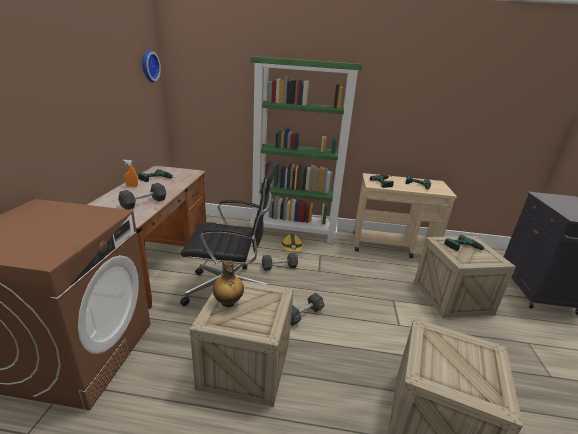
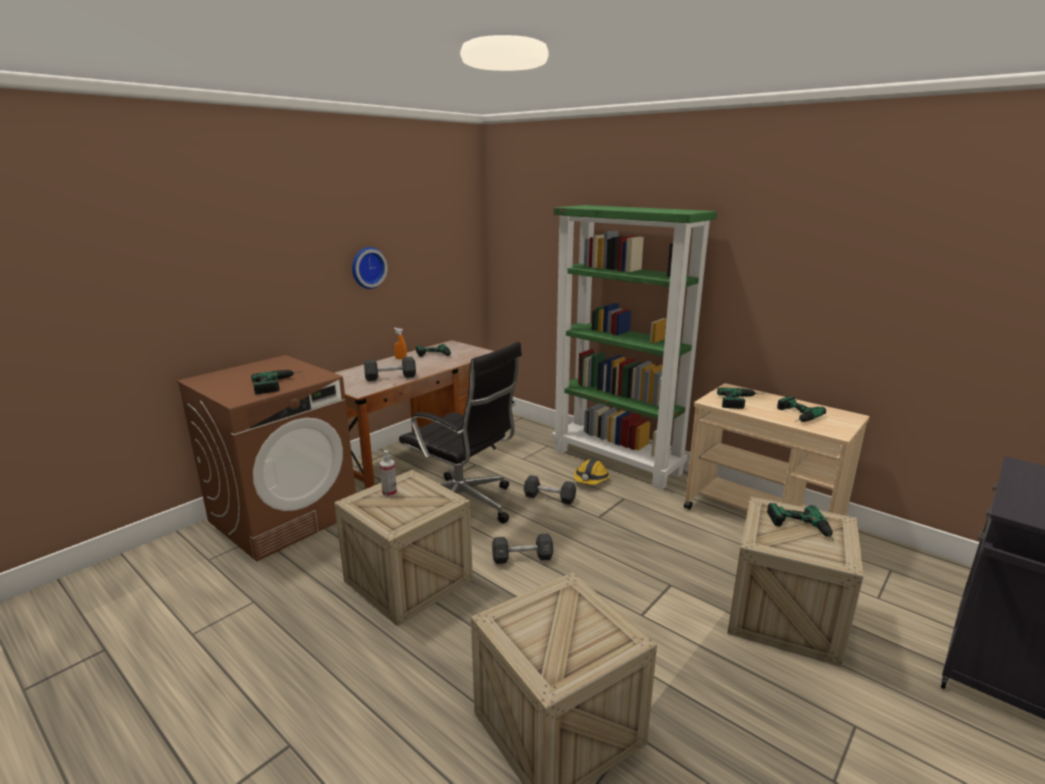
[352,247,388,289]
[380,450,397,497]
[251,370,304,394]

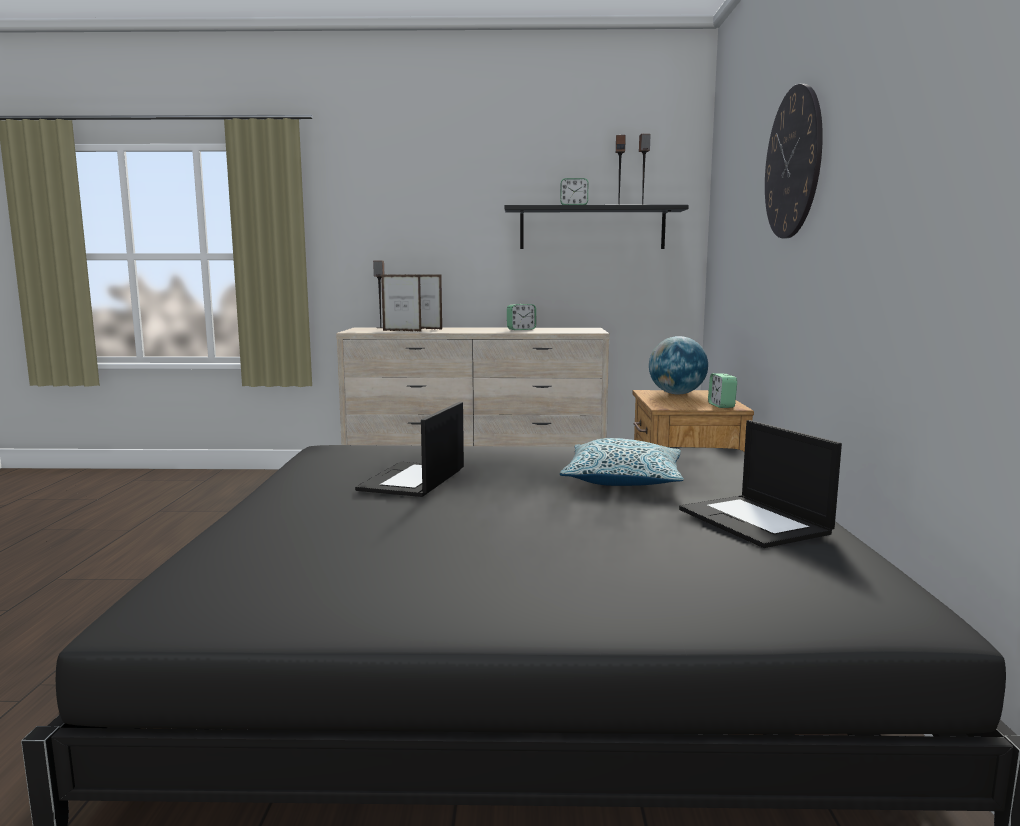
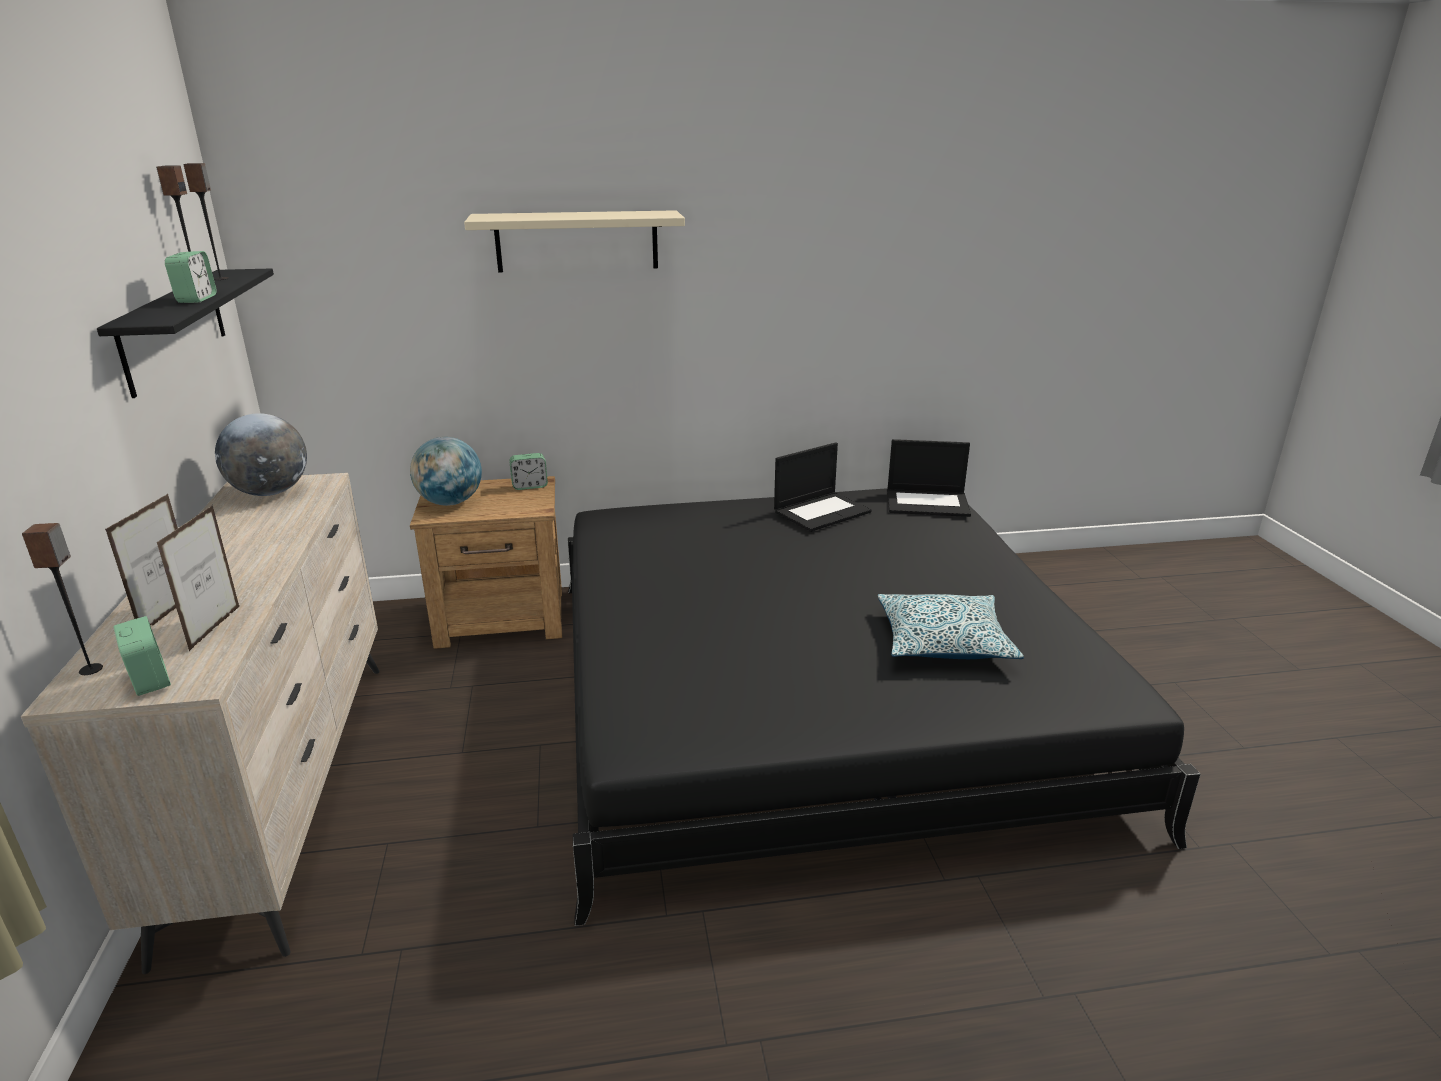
[887,439,971,517]
[113,616,171,696]
[878,594,1024,659]
[464,210,685,272]
[215,413,307,496]

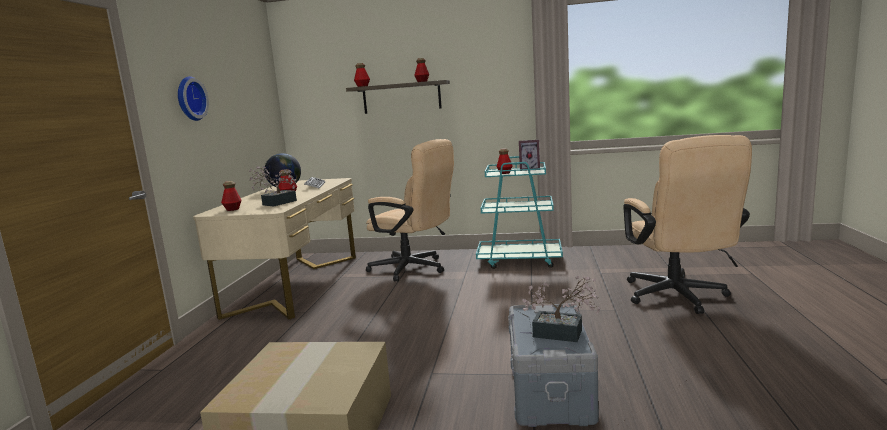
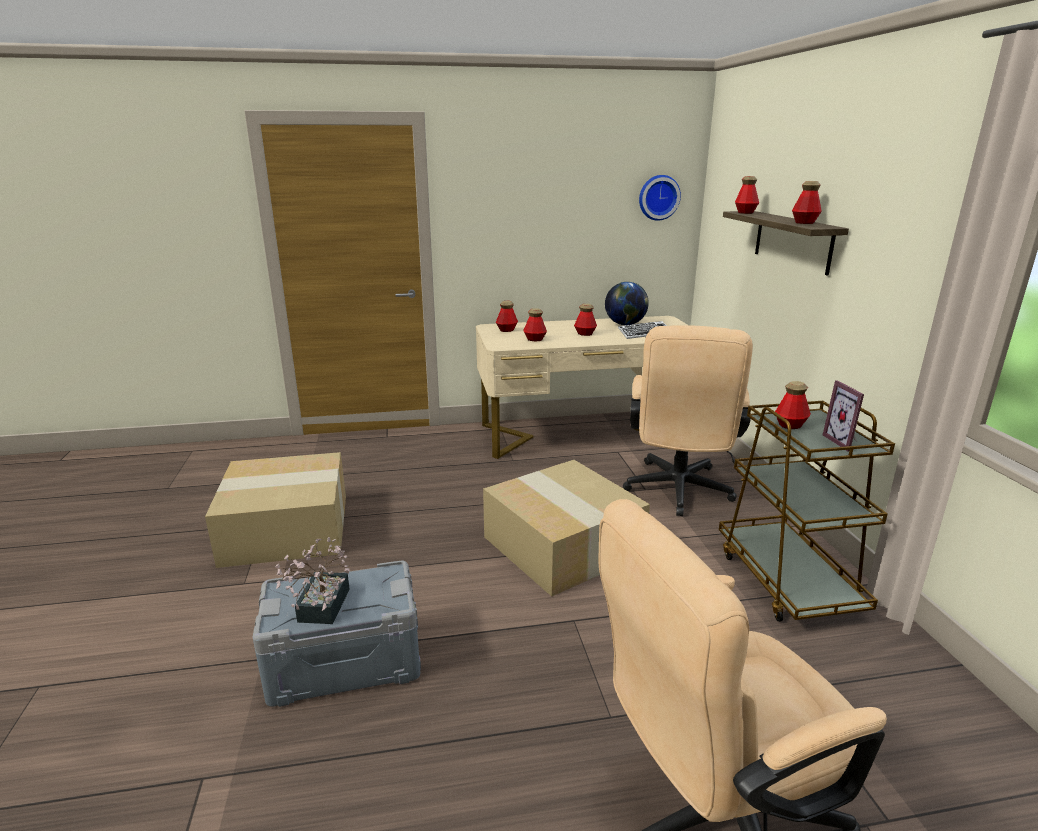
[639,175,681,221]
[524,308,547,341]
[719,401,895,622]
[483,460,650,596]

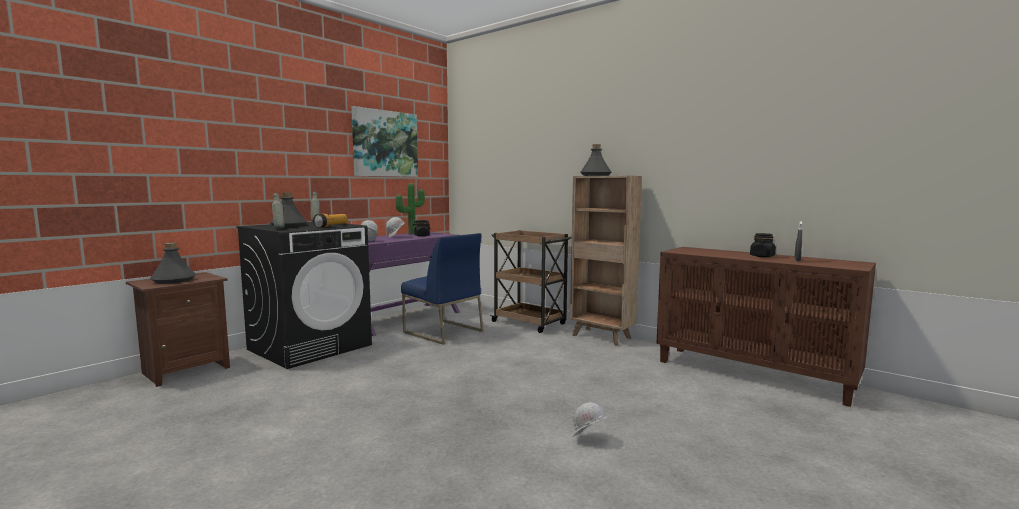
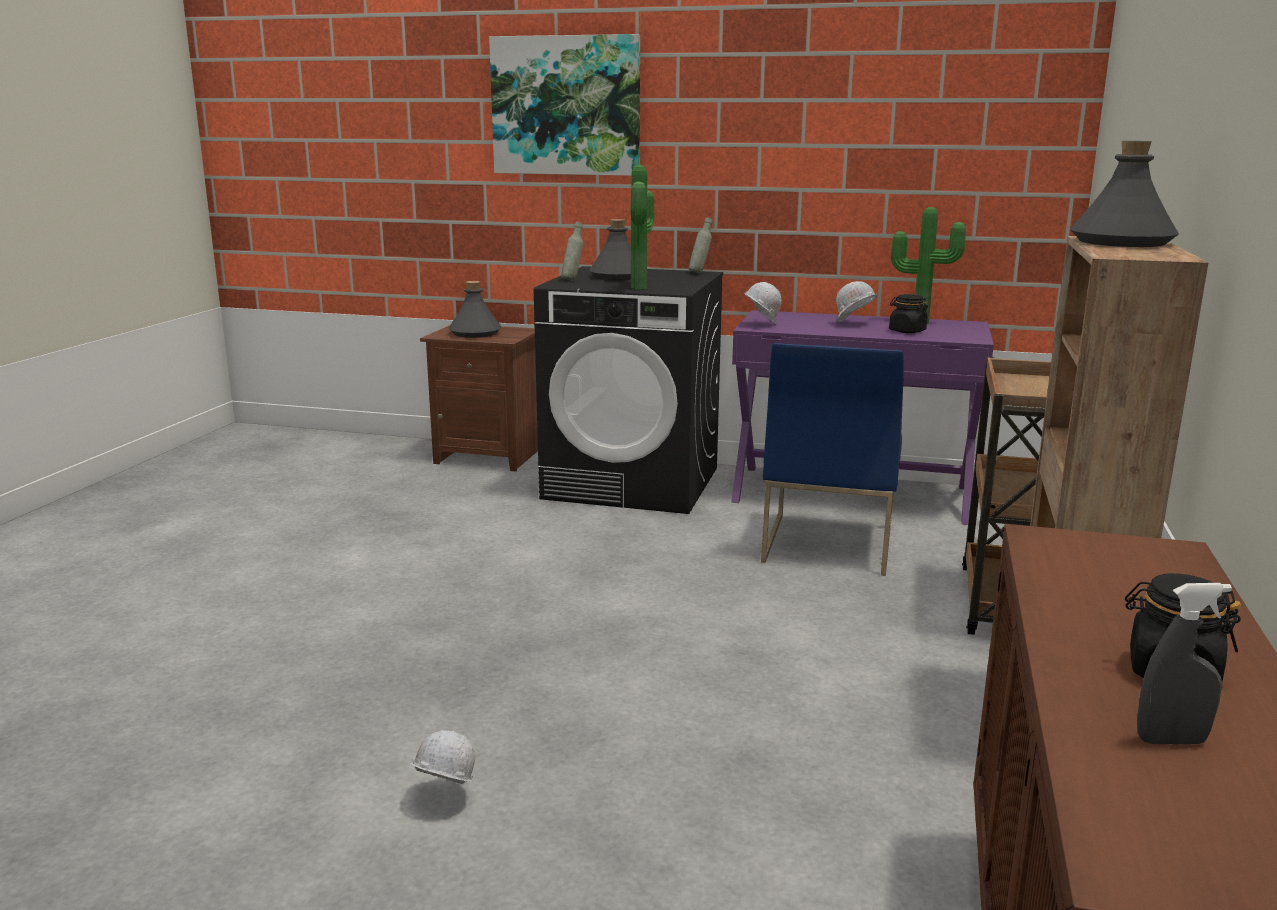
[631,165,654,289]
[489,34,640,176]

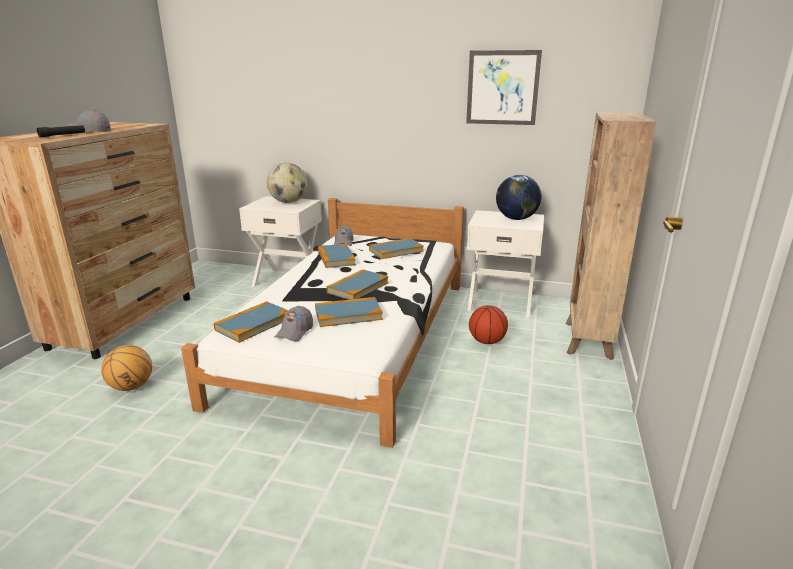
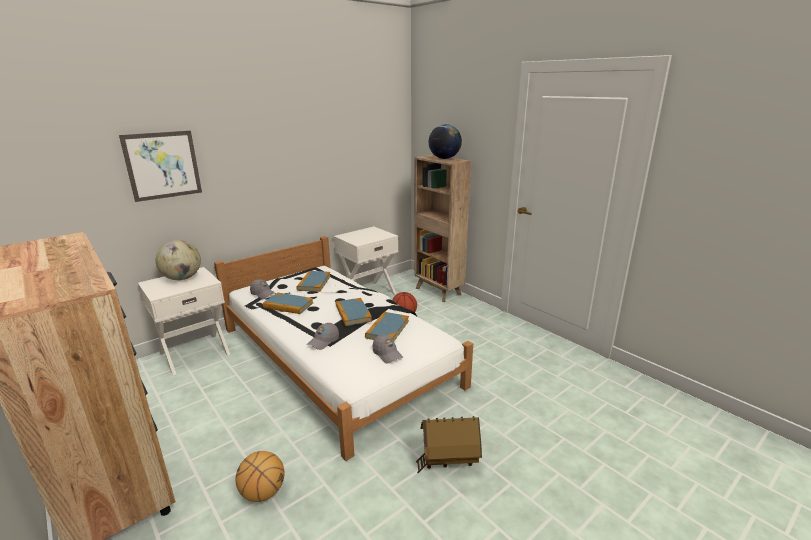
[37,125,85,137] (first image)
[307,323,339,350]
[214,301,288,343] (first image)
[119,131,202,202]
[429,124,462,159]
[416,416,482,473]

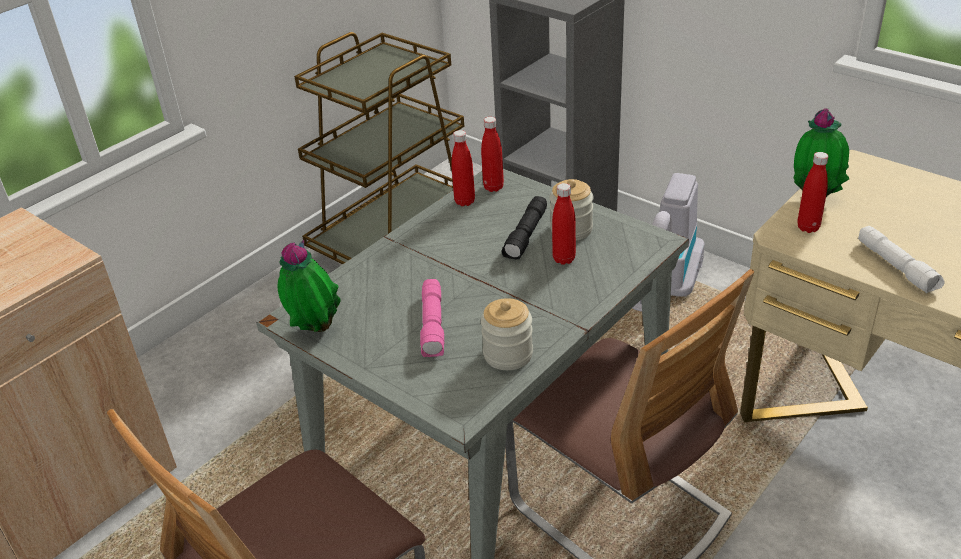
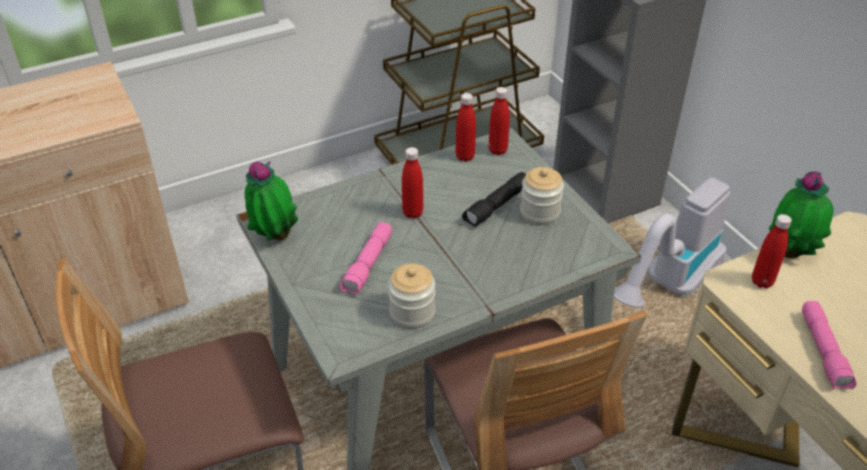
[402,147,423,219]
[802,301,857,389]

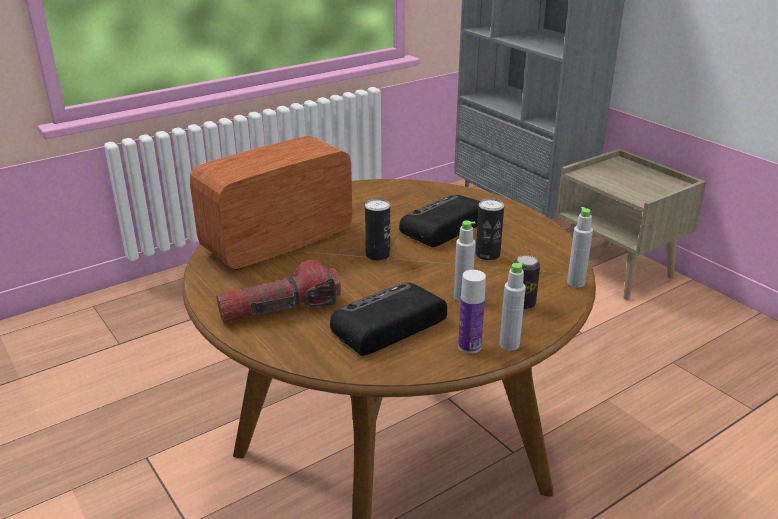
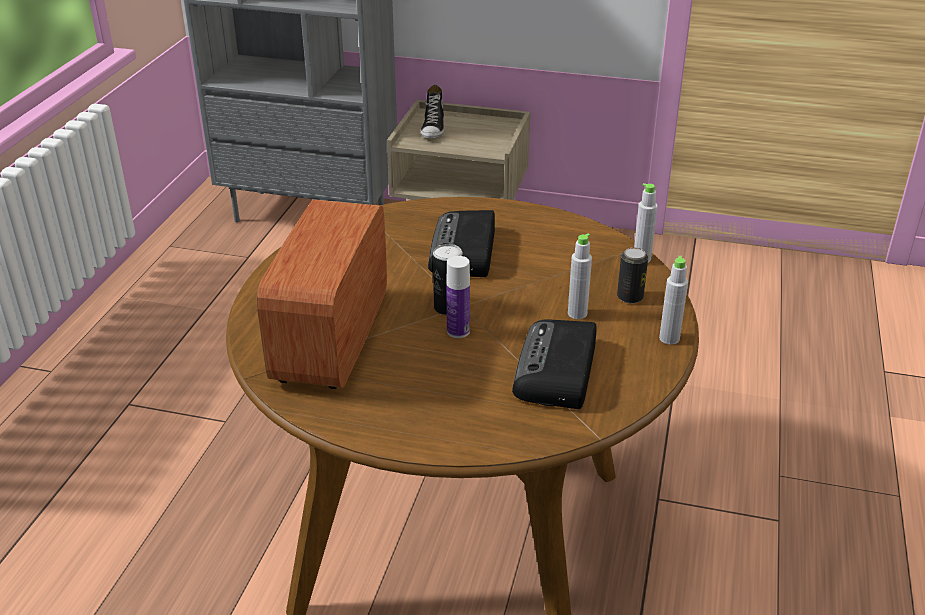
[216,260,341,322] (first image)
[446,256,470,338]
[475,198,504,260] (first image)
[421,85,444,138]

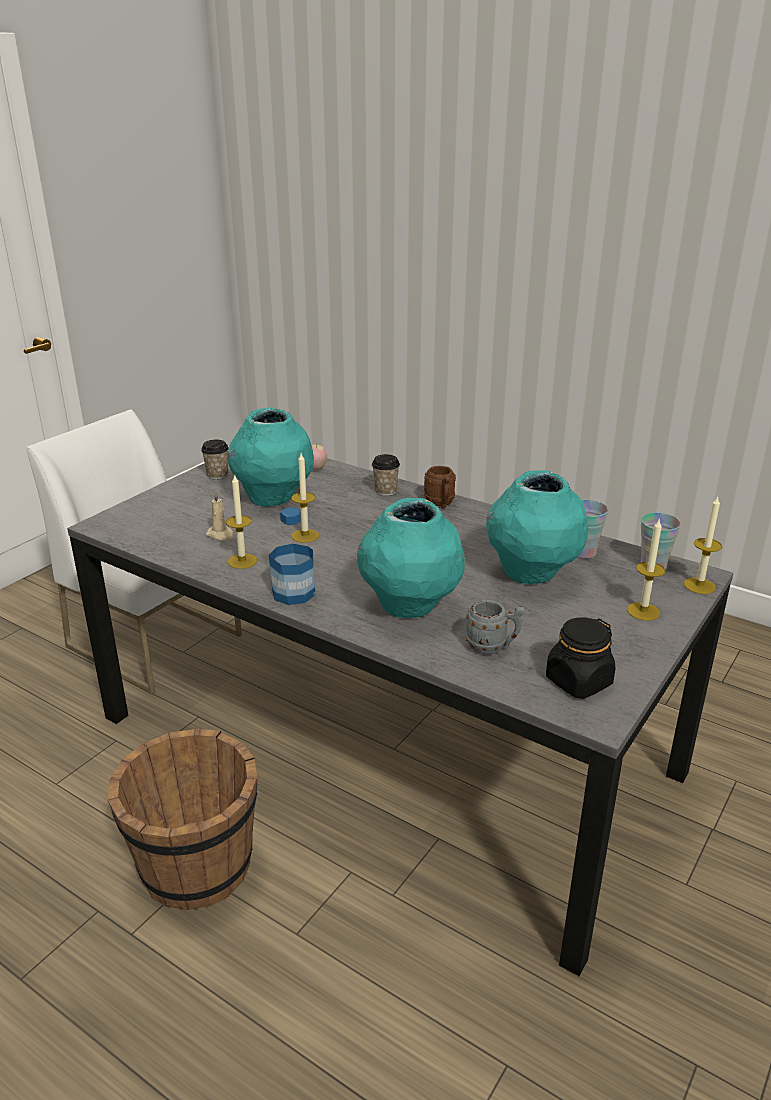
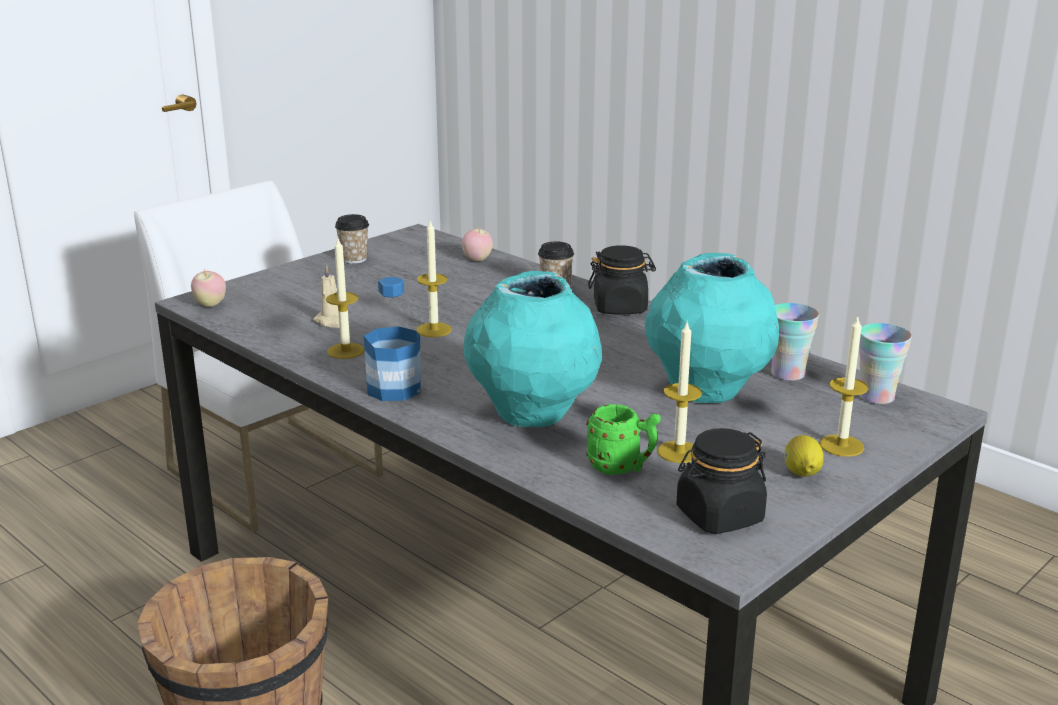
[227,407,314,507] (first image)
[588,245,656,315]
[586,404,661,475]
[657,320,702,463]
[191,271,226,307]
[784,435,824,476]

